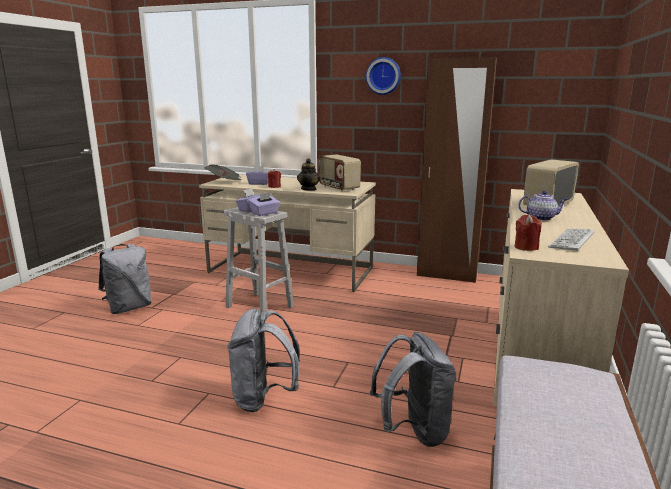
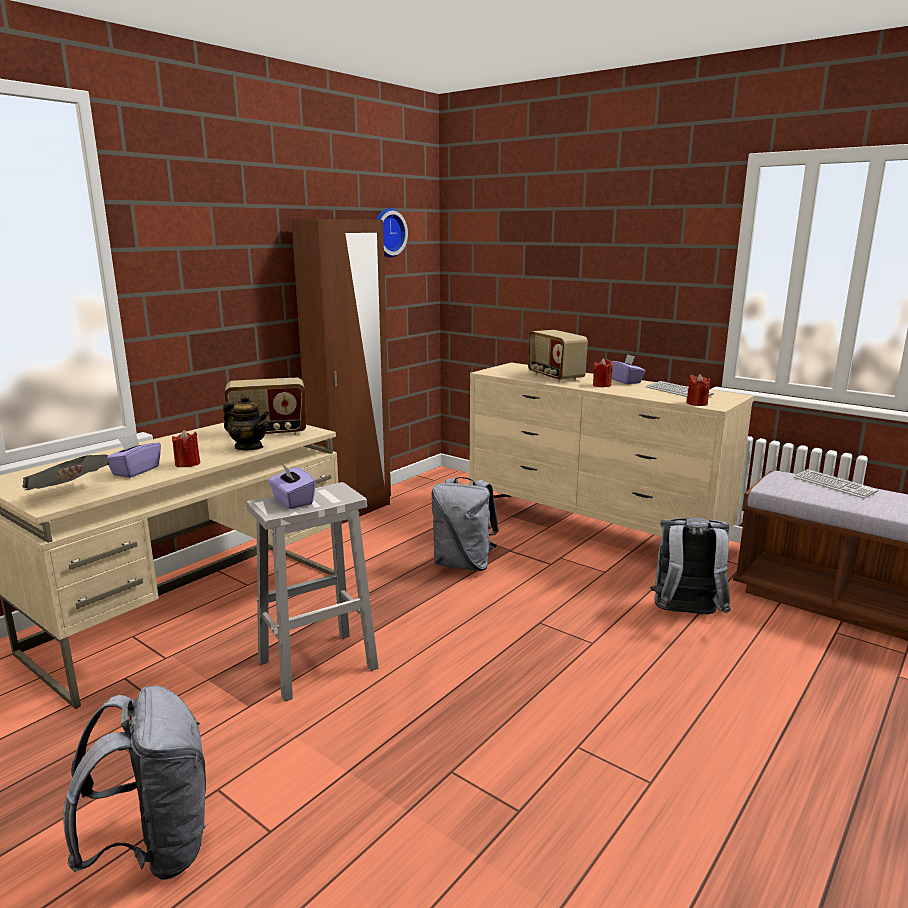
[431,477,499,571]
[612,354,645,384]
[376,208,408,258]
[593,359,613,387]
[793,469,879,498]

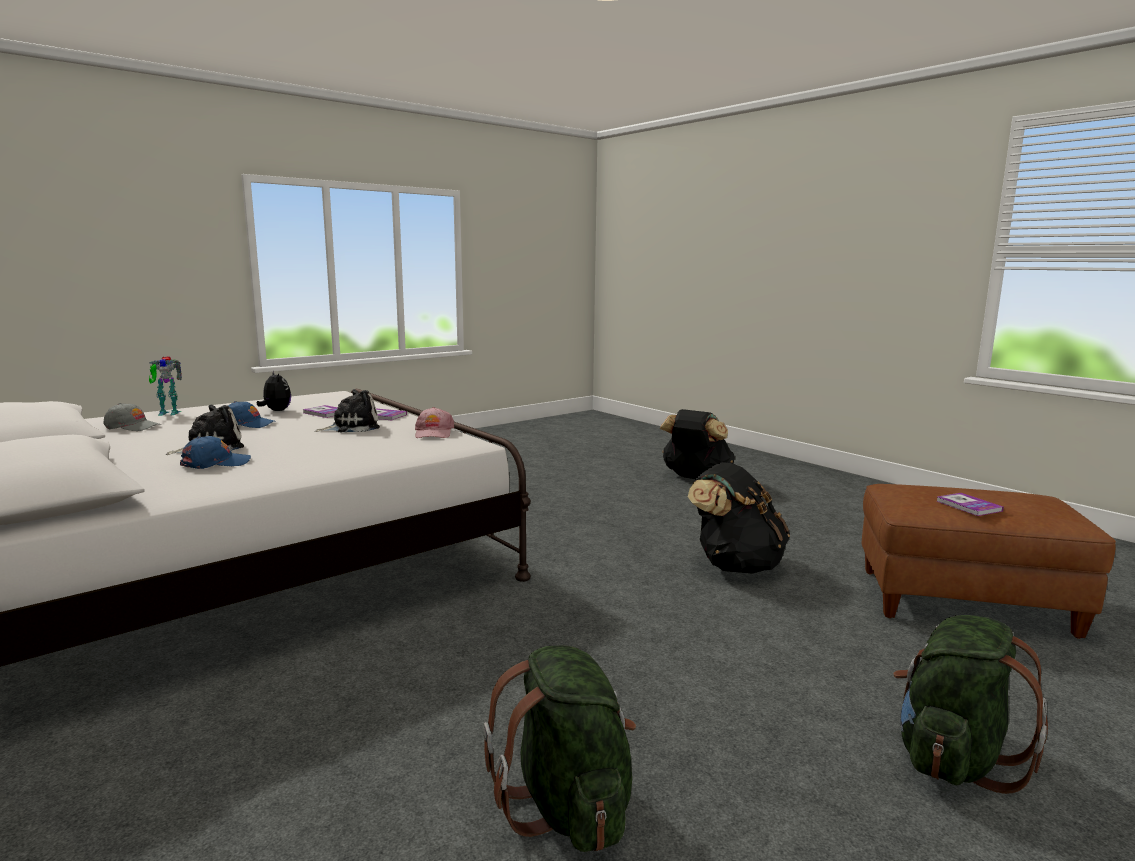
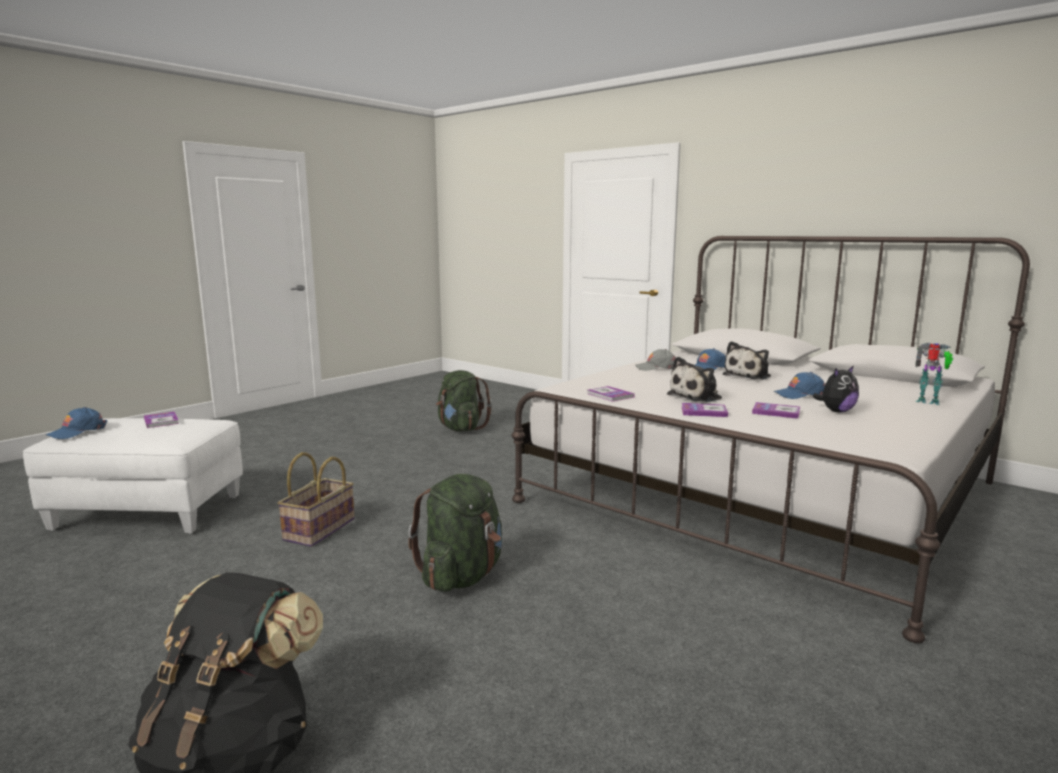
[635,349,676,371]
[915,343,953,405]
[812,365,859,412]
[588,386,635,402]
[278,452,355,547]
[23,418,243,534]
[408,474,502,592]
[46,407,107,439]

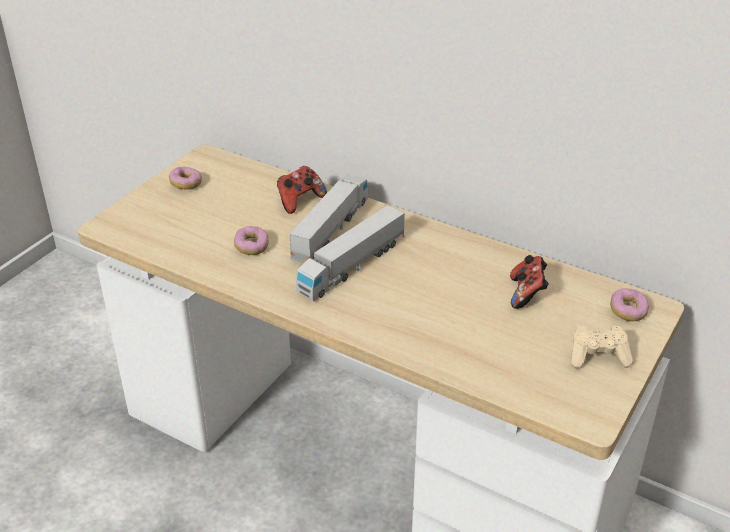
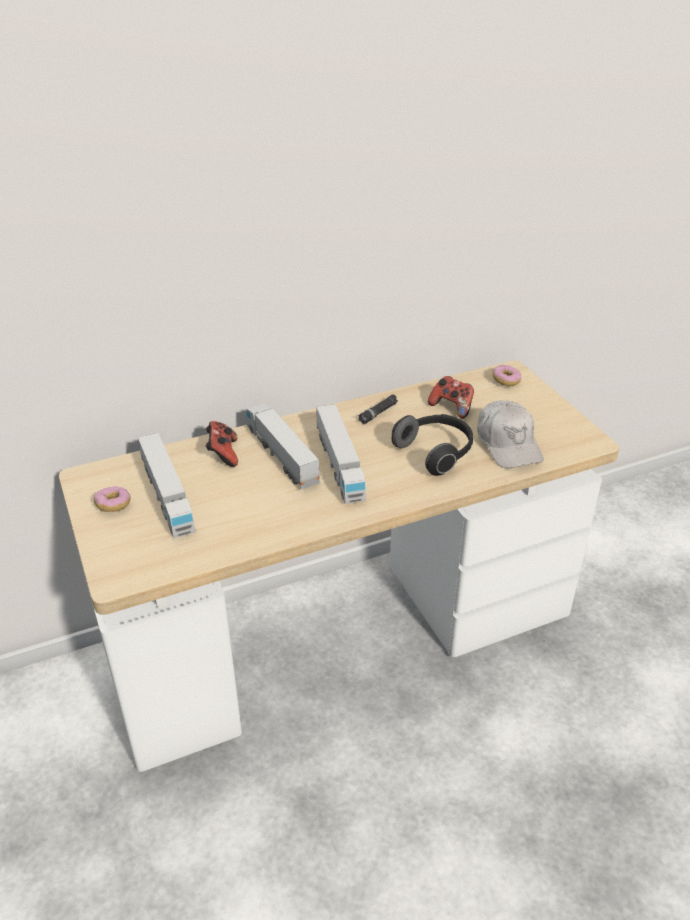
[234,226,269,255] (first image)
[570,326,633,369] (first image)
[138,433,196,538]
[358,394,398,424]
[392,414,473,476]
[477,401,544,468]

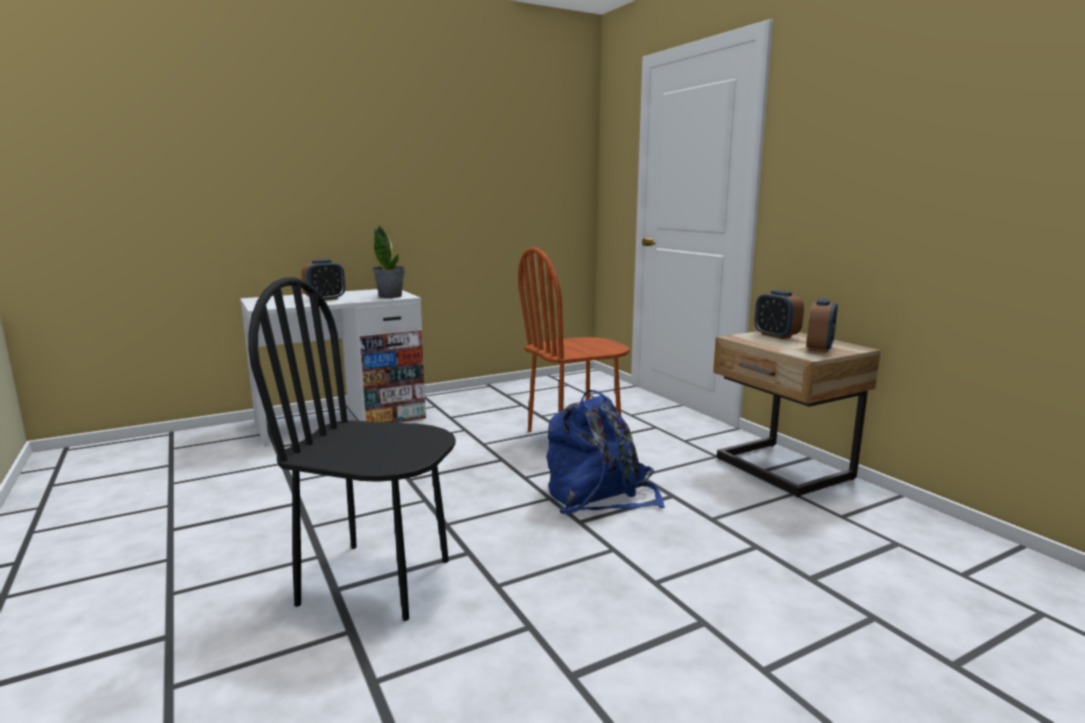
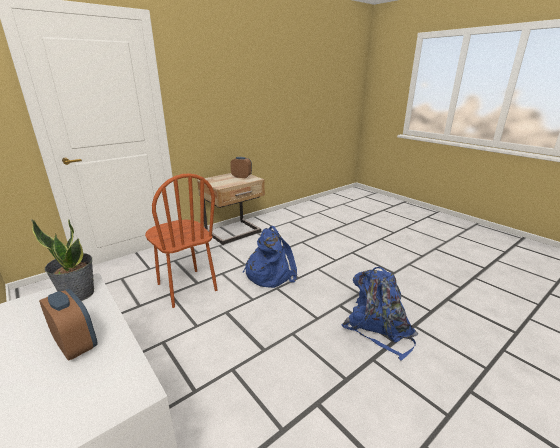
[341,267,418,361]
[754,290,804,339] (first image)

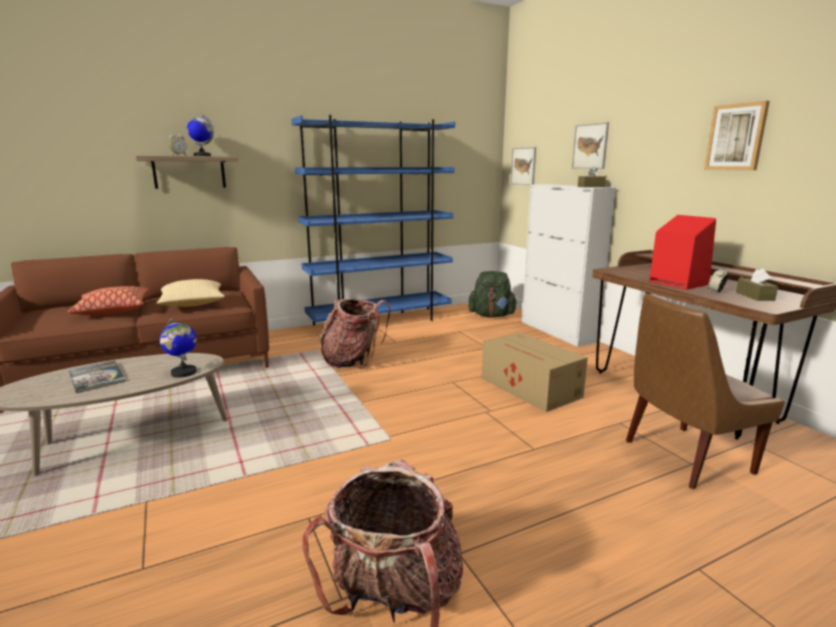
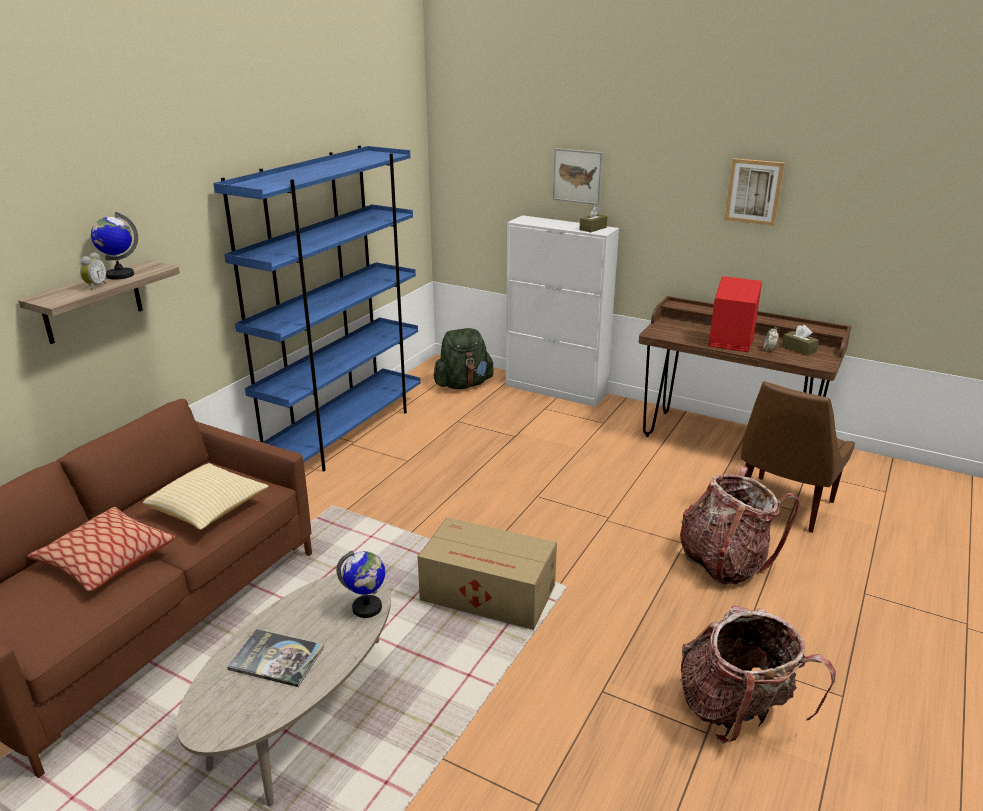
[680,466,800,585]
[418,517,557,630]
[510,147,536,185] (first image)

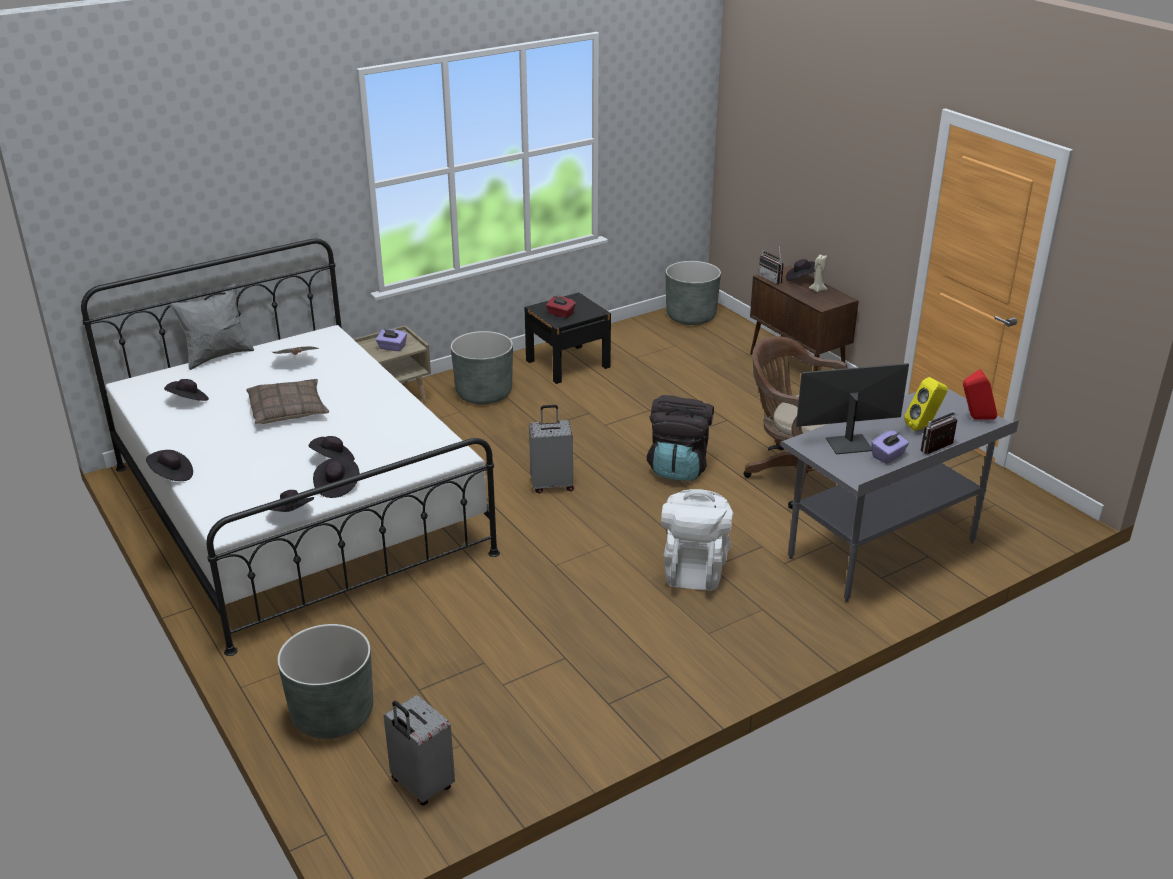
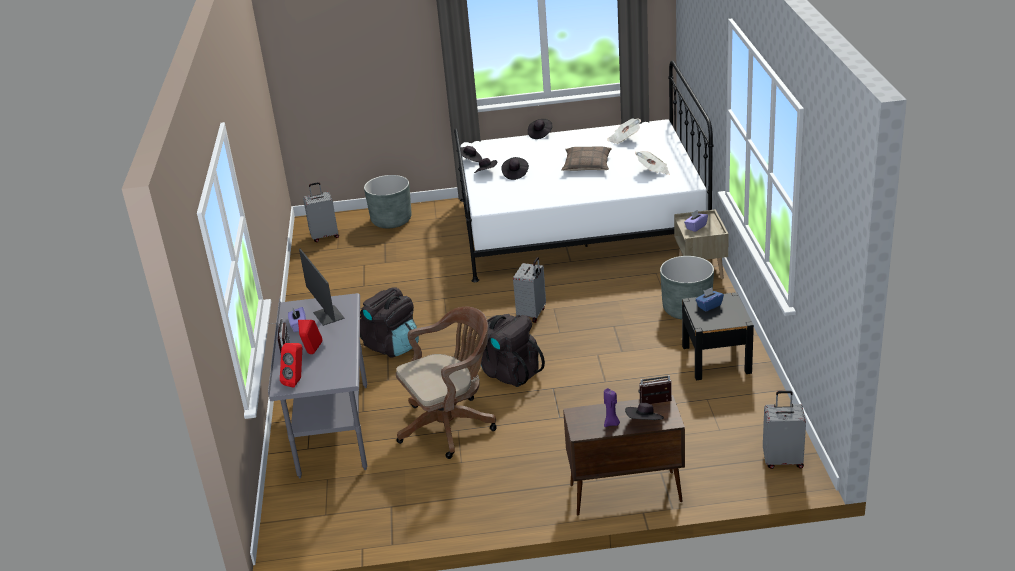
[607,118,641,144]
[170,284,254,370] (first image)
[695,288,724,312]
[360,287,419,358]
[763,391,806,469]
[299,248,345,326]
[604,388,620,427]
[298,320,323,354]

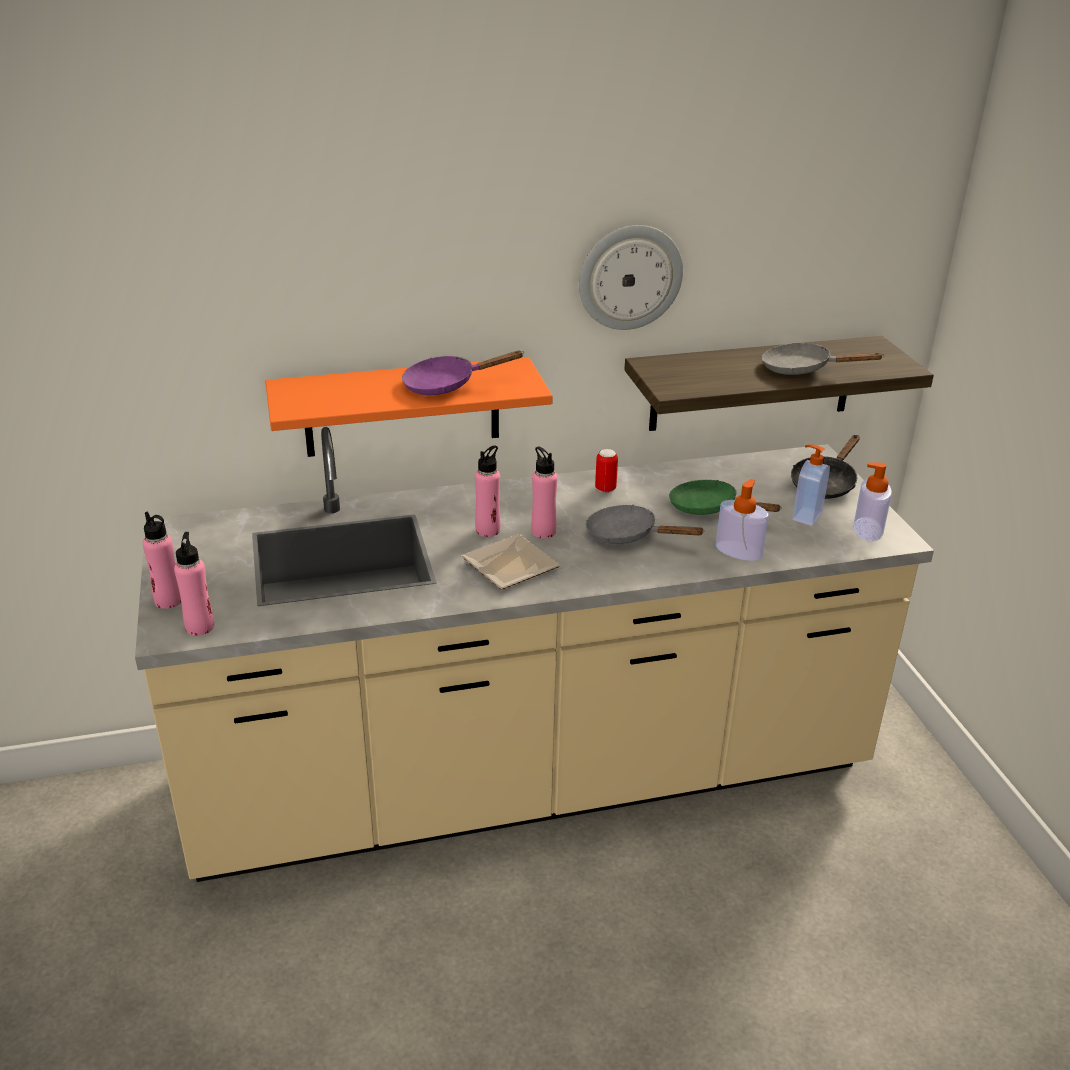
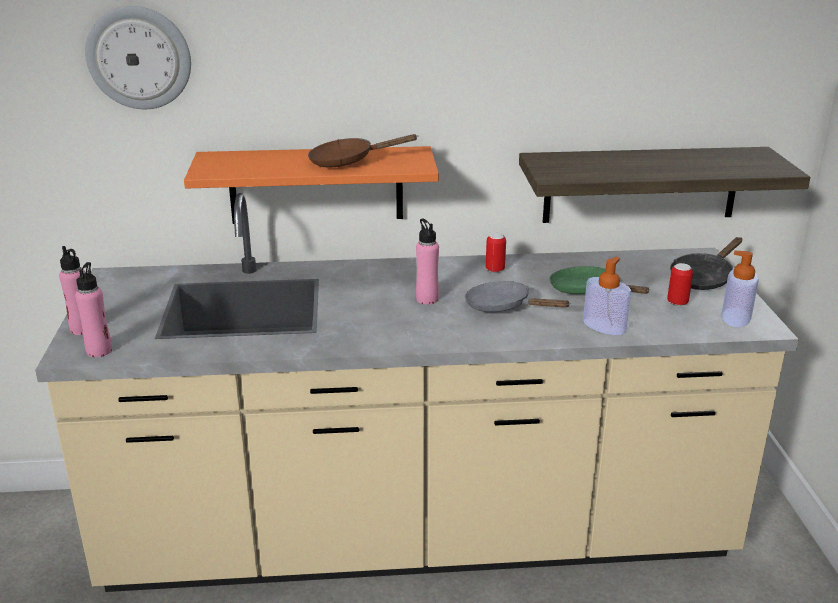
[308,134,418,167]
[461,534,560,589] (first image)
[475,445,500,537] (first image)
[85,6,191,109]
[762,342,884,375] (first image)
[667,263,693,306]

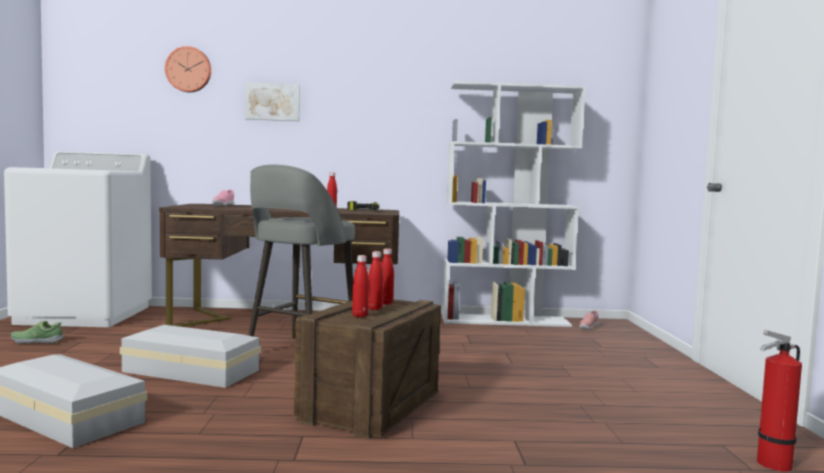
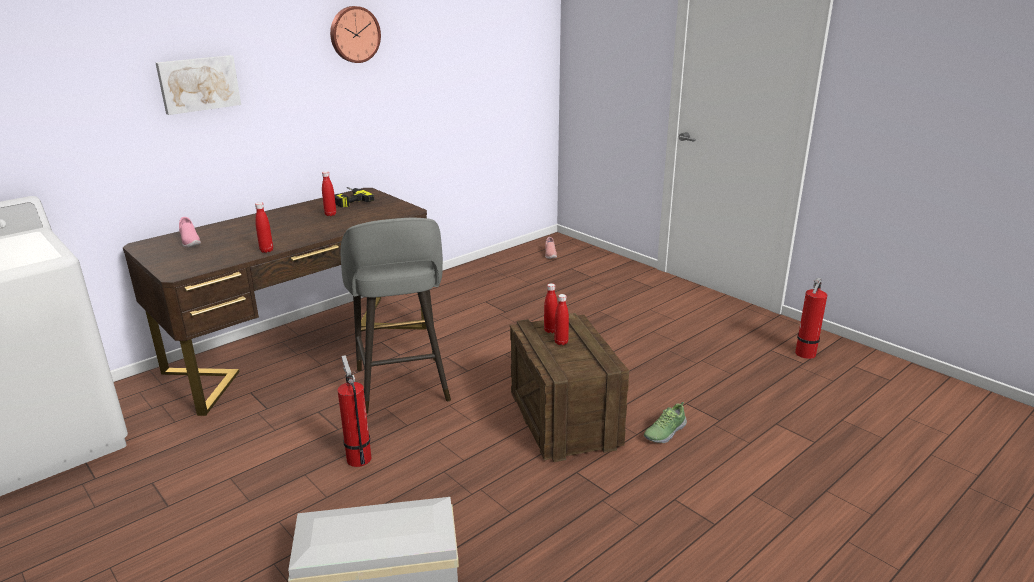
[644,402,687,443]
[338,355,371,467]
[330,6,381,63]
[255,202,273,253]
[442,81,586,327] (first image)

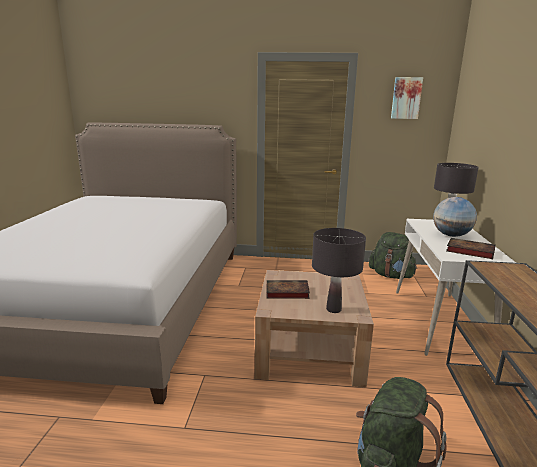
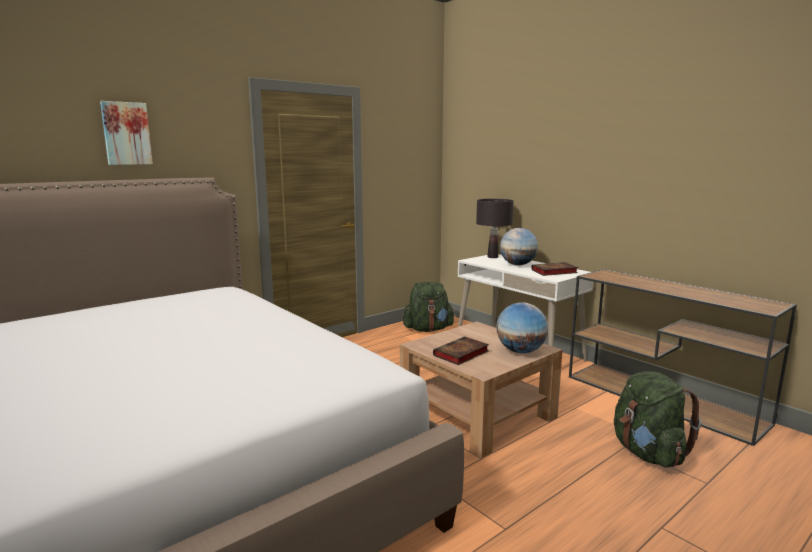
[496,302,548,353]
[100,101,153,165]

